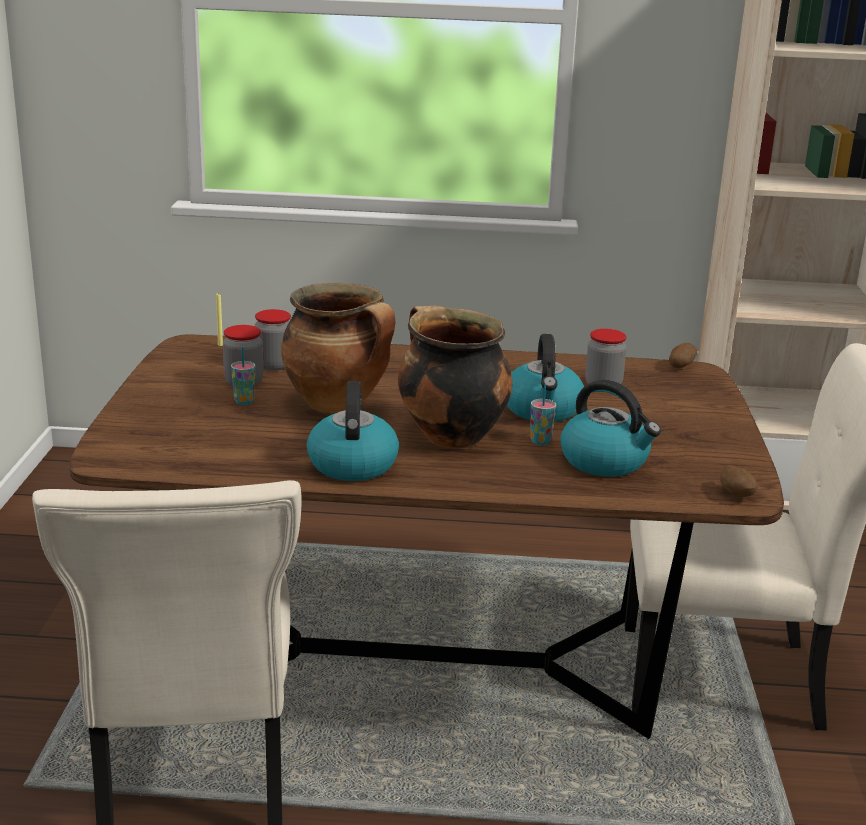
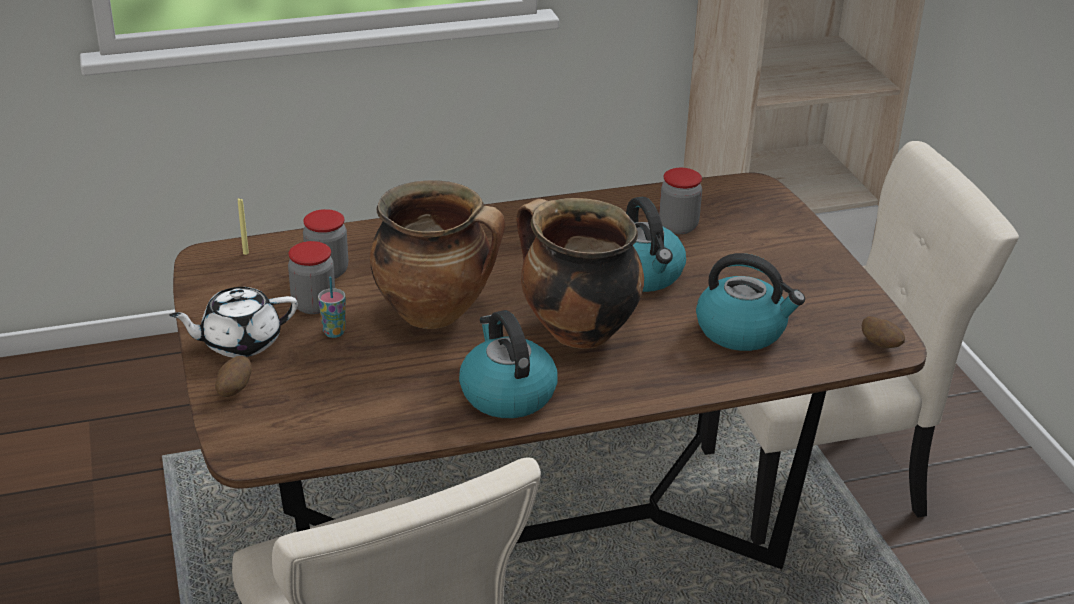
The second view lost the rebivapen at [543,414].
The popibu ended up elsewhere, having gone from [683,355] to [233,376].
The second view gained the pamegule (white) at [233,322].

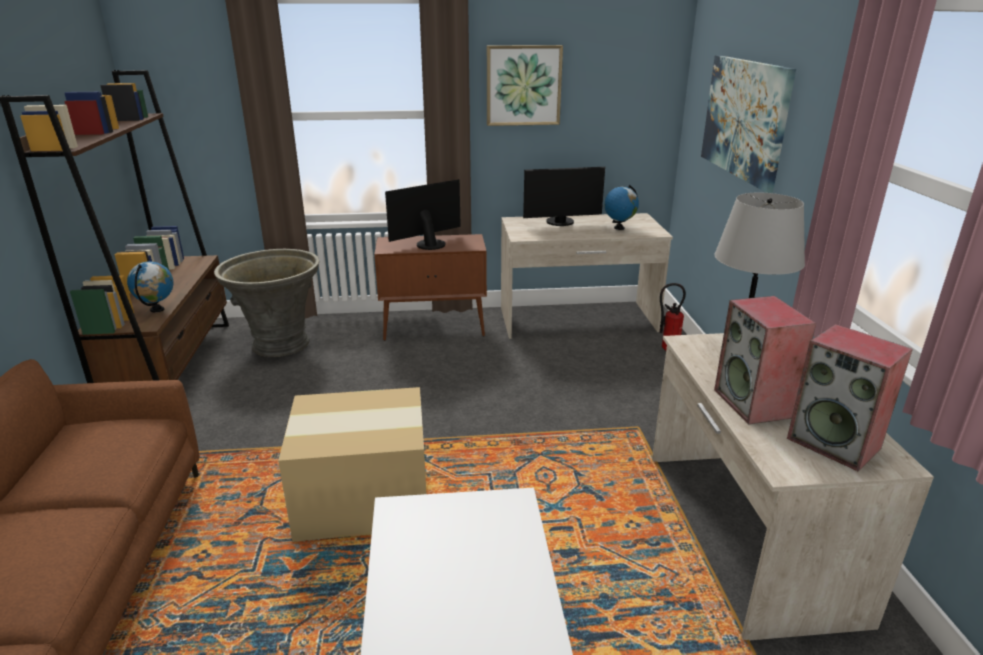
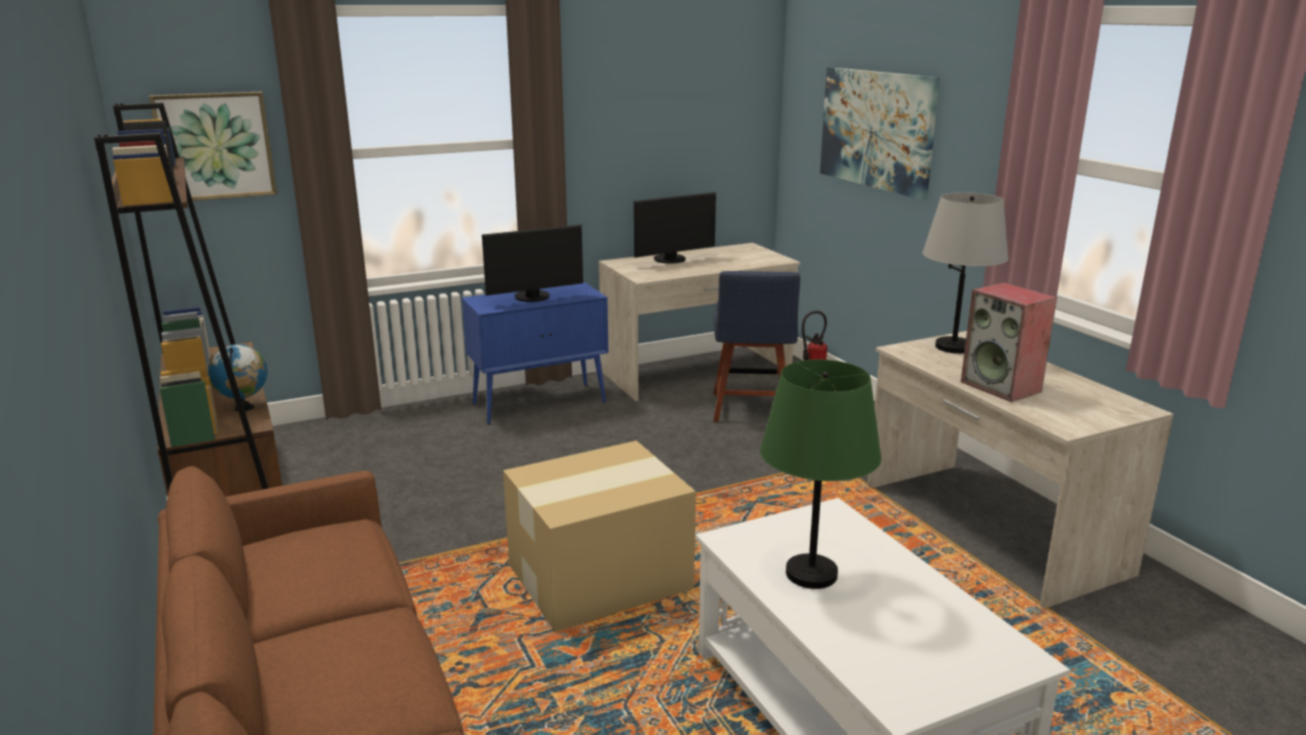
The second view lost the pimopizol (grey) at [266,303].
What was the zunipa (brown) at [430,287] turned into the zunipa (blue) at [535,353].
The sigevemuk at [423,214] ended up facing another way, 150 degrees counterclockwise from before.
The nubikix ended up elsewhere, having gone from [525,85] to [213,146].
The second view lost the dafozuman at [621,207].
The second view lost the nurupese at [850,398].
The second view gained the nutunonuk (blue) at [757,346].
The second view gained the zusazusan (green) at [820,474].

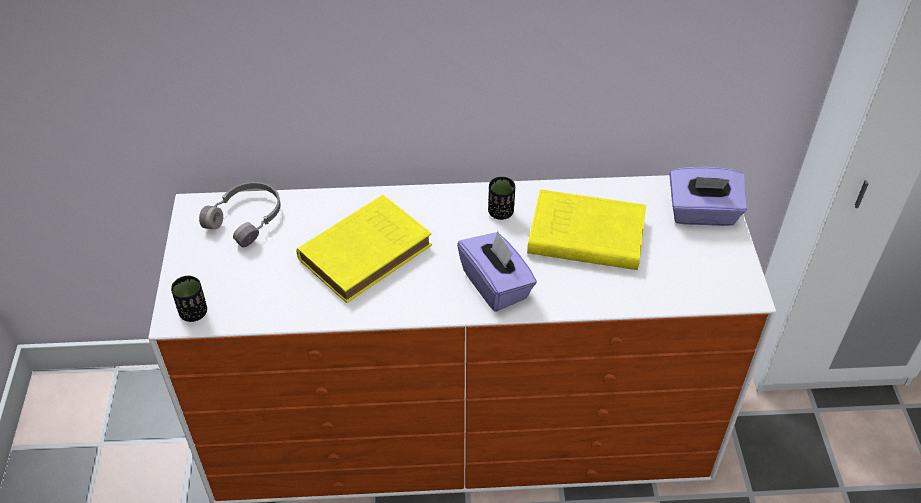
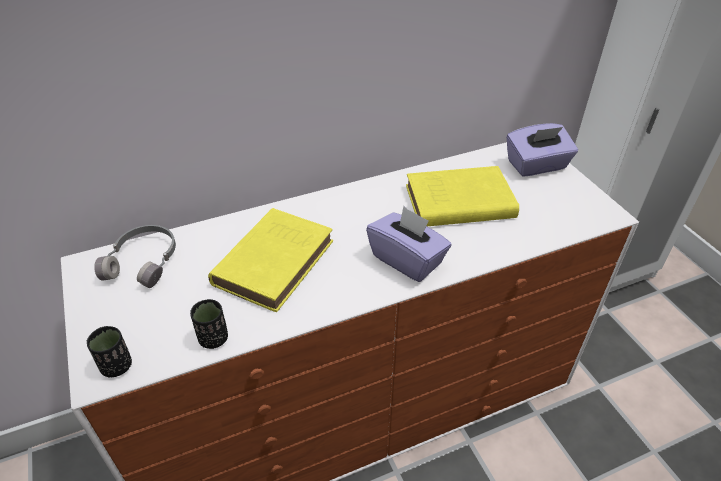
The rebivapen (black) ended up elsewhere, having gone from [501,198] to [209,324].

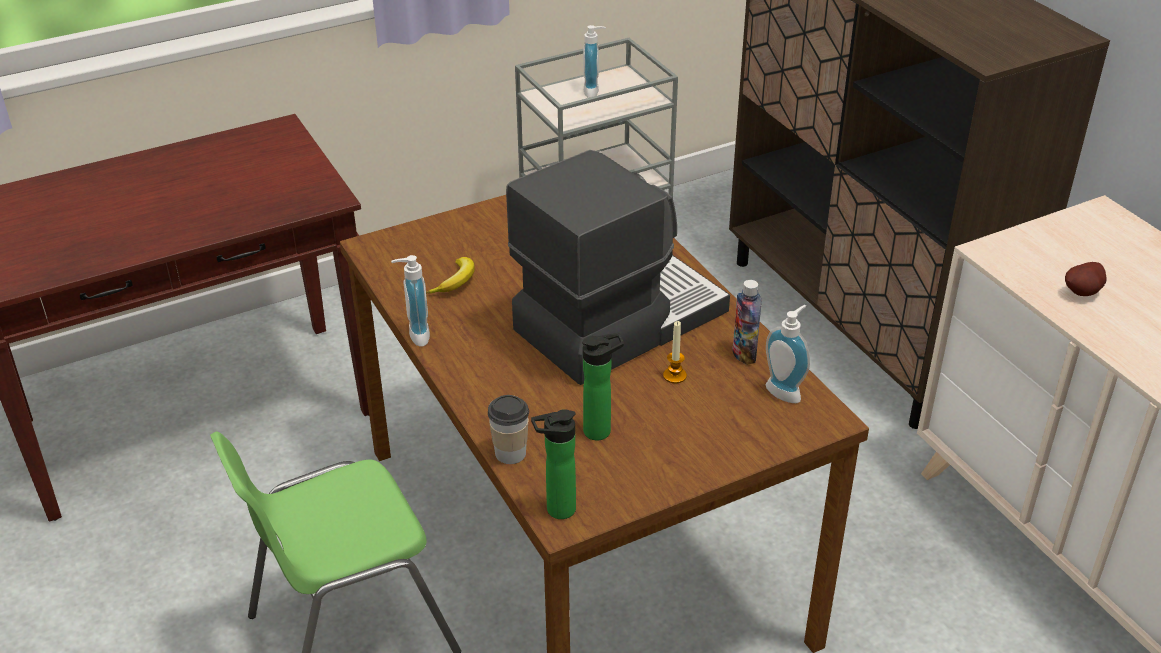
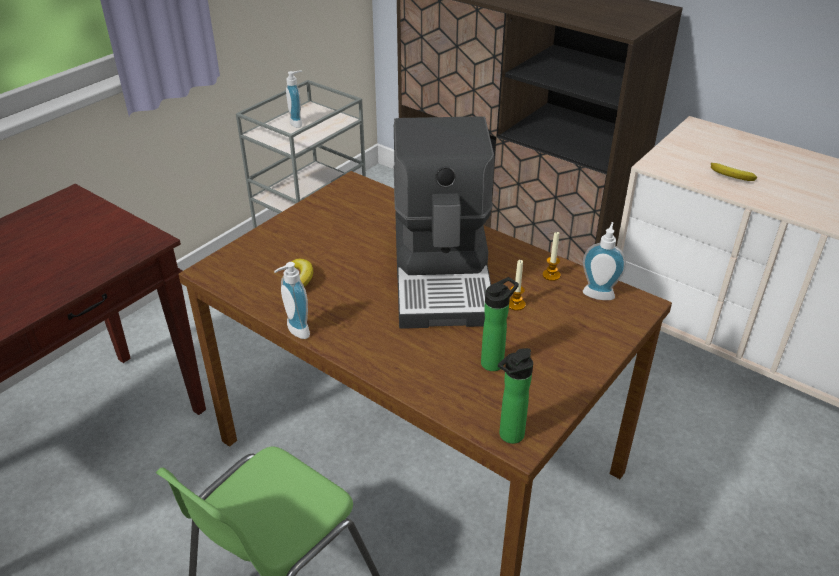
The second view lost the rebivapen at [508,429].
The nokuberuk at [618,267] ended up facing another way, 150 degrees clockwise from before.
Where the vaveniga stood at [747,322], the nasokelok came to stand at [552,256].
Where the popibu stood at [1086,279], the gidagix came to stand at [734,172].

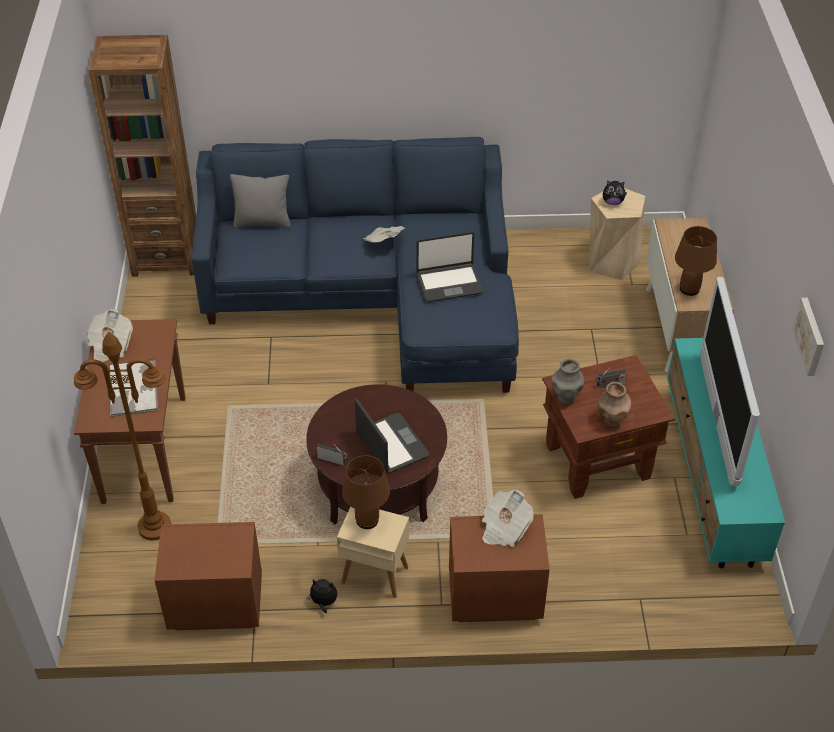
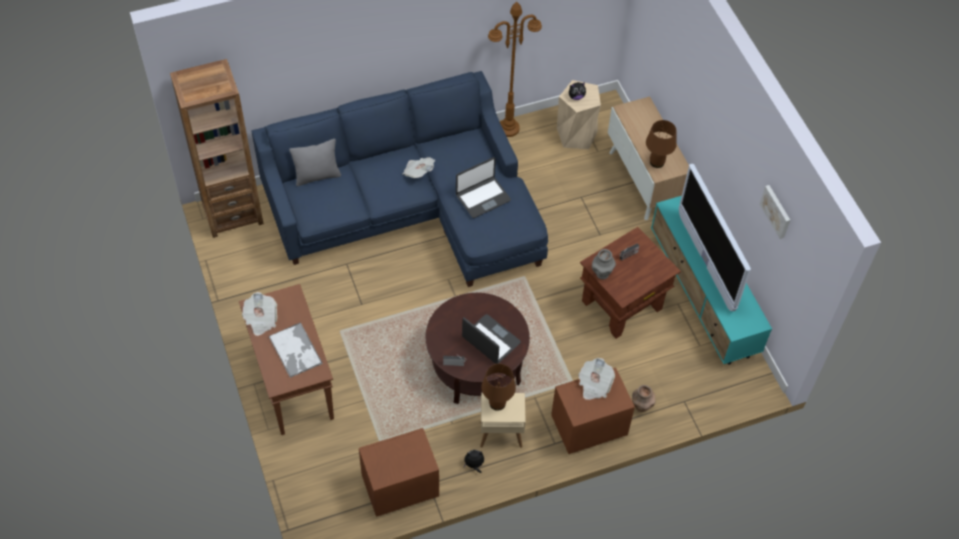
The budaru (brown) ended up elsewhere, having gone from [122,436] to [515,69].
The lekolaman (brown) ended up elsewhere, having gone from [614,404] to [644,398].

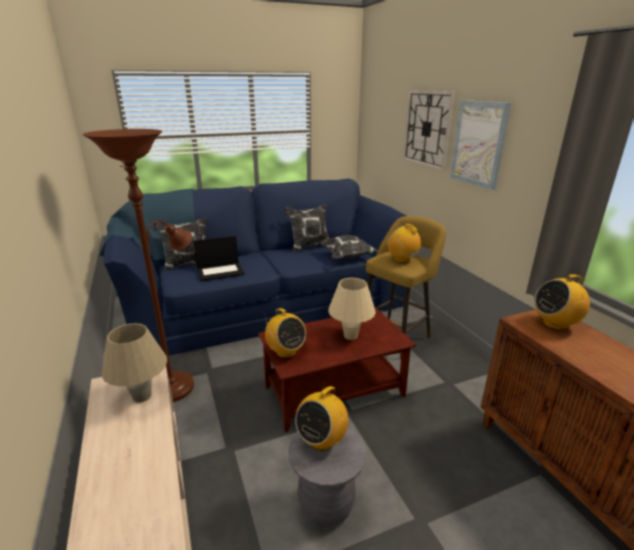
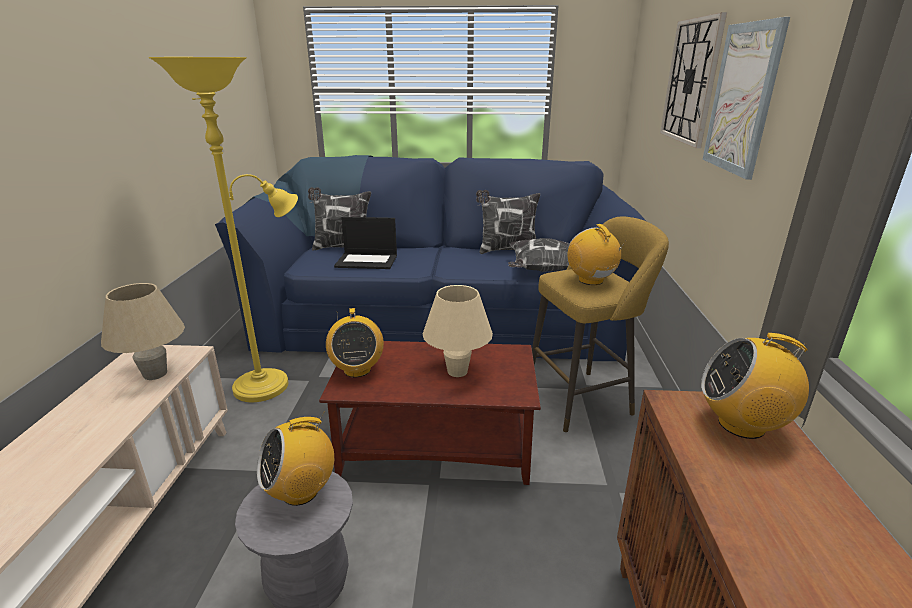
What was the budaru (brown) at [138,265] turned into the budaru (yellow) at [223,229].

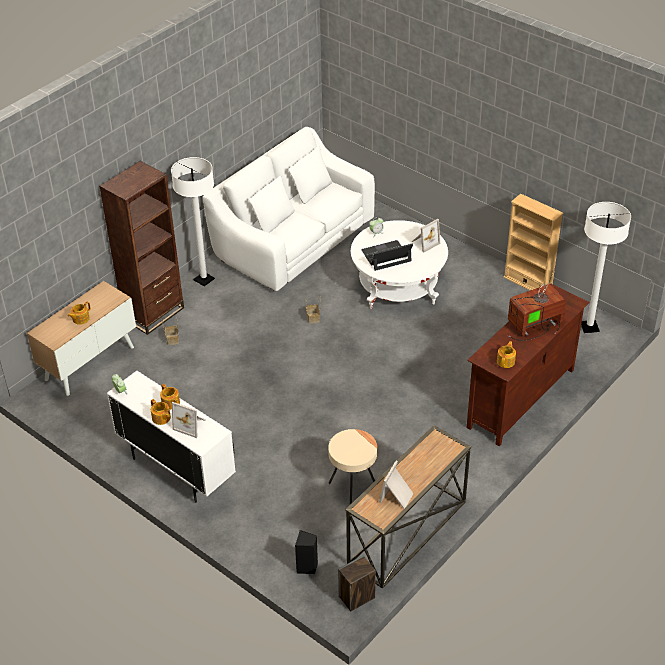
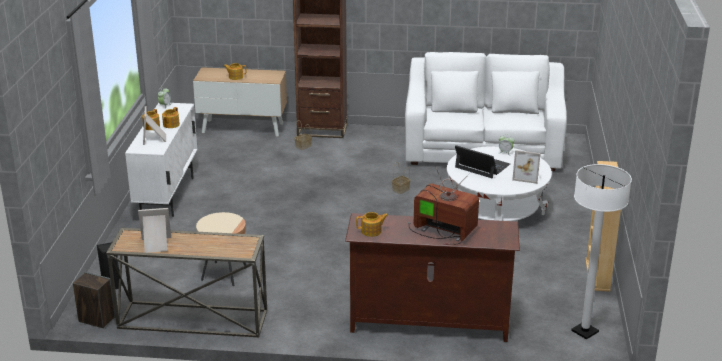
The second view lost the budaru (white) at [193,221].

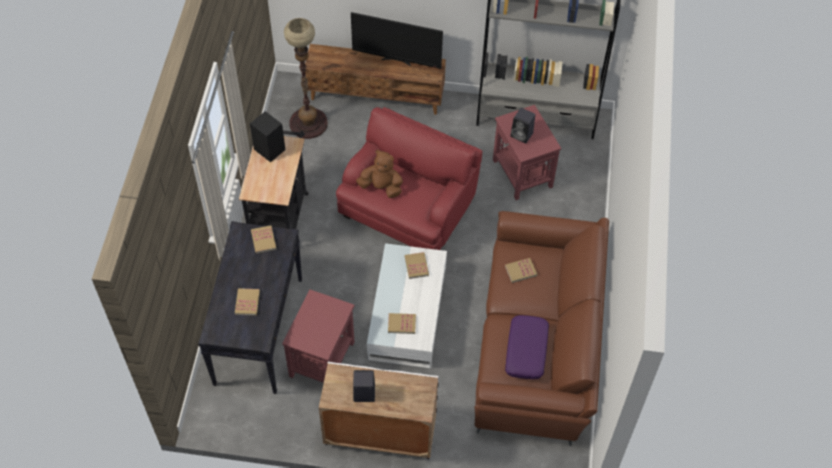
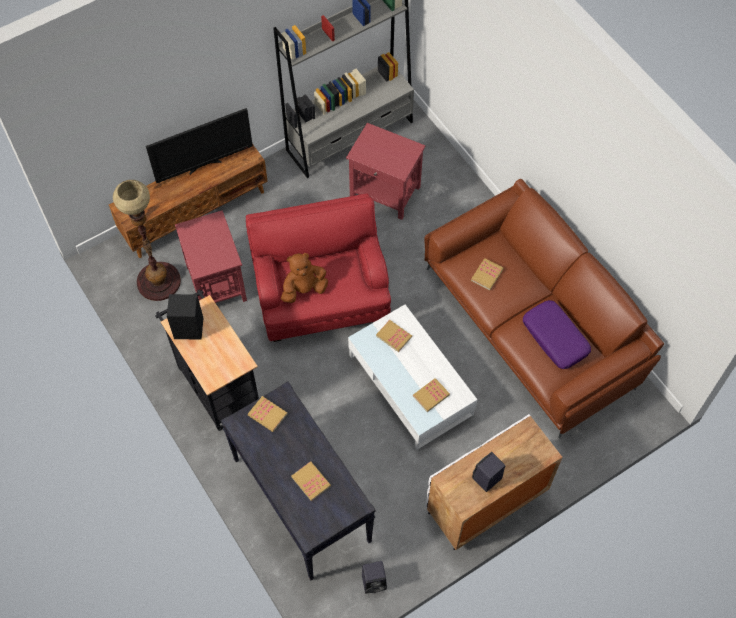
The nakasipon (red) ended up elsewhere, having gone from [318,336] to [211,256].
The nurupese (black) ended up elsewhere, having gone from [522,125] to [374,577].

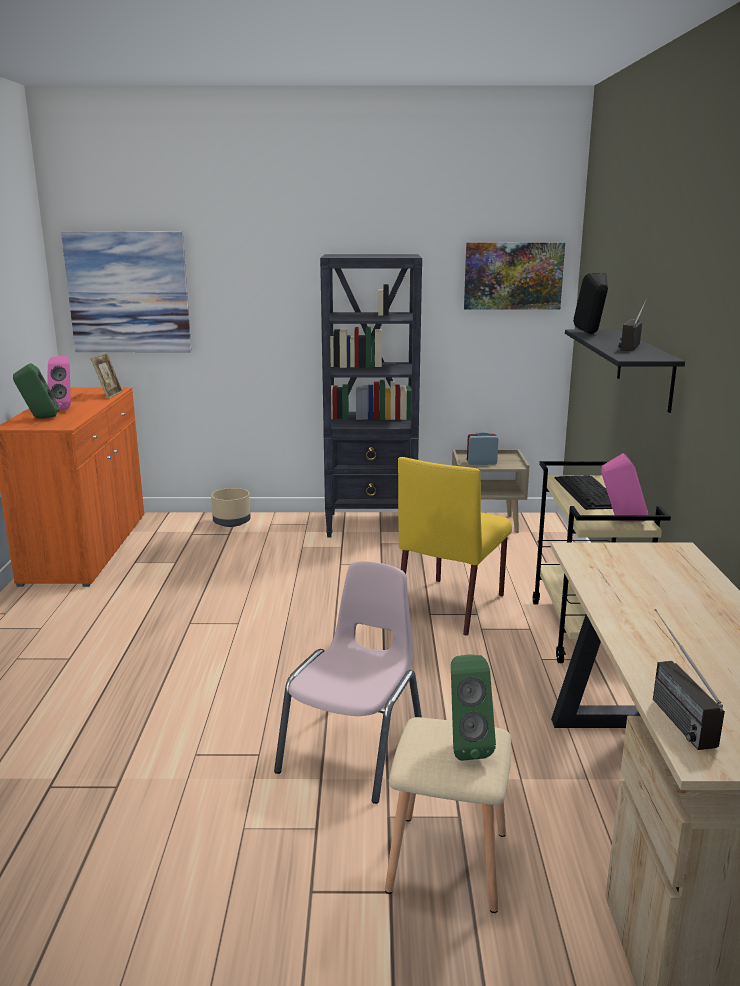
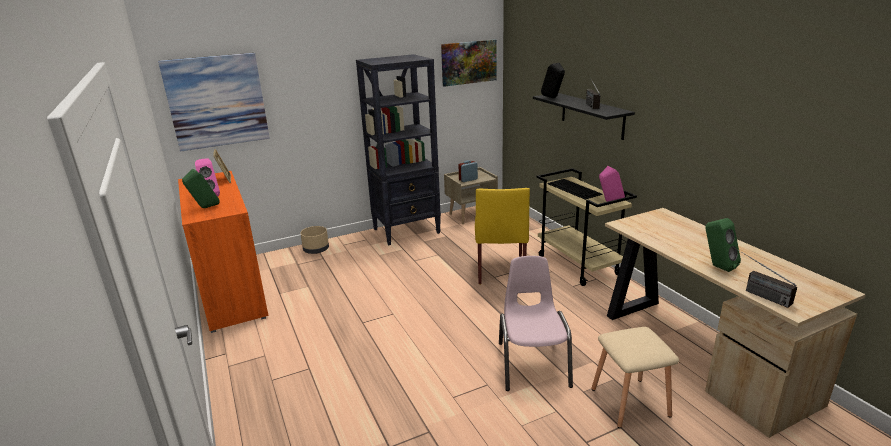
The nurupese (green) ended up elsewhere, having gone from [473,708] to [723,245].

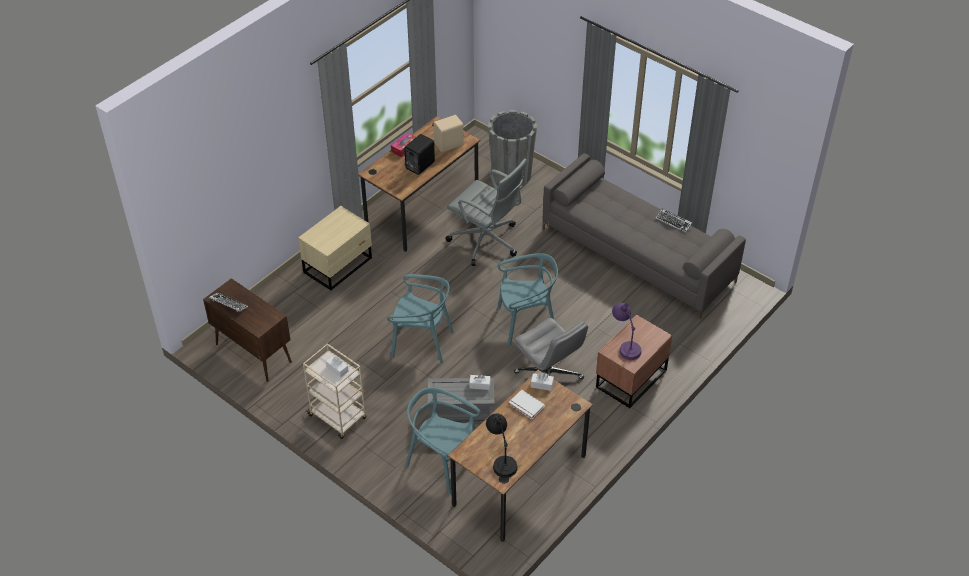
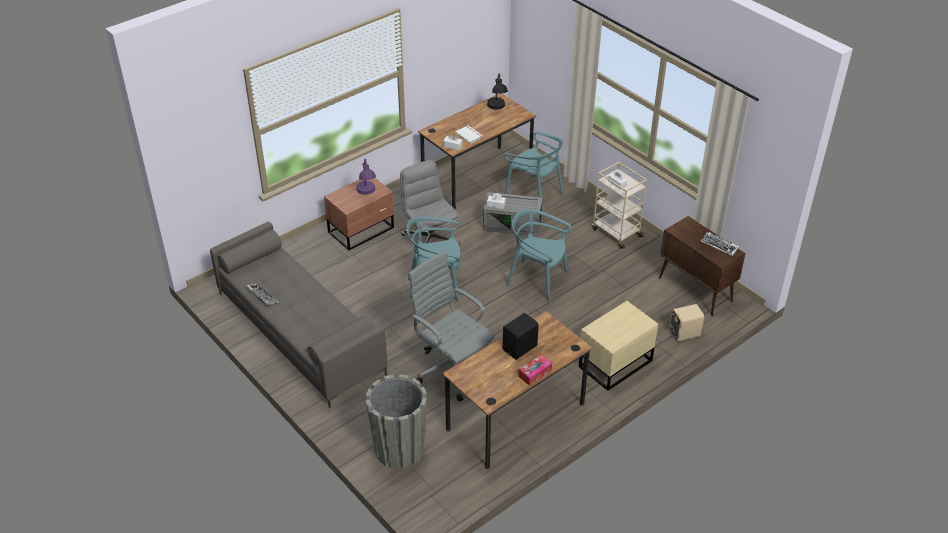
The nurupese (beige) ended up elsewhere, having gone from [448,134] to [686,323].

